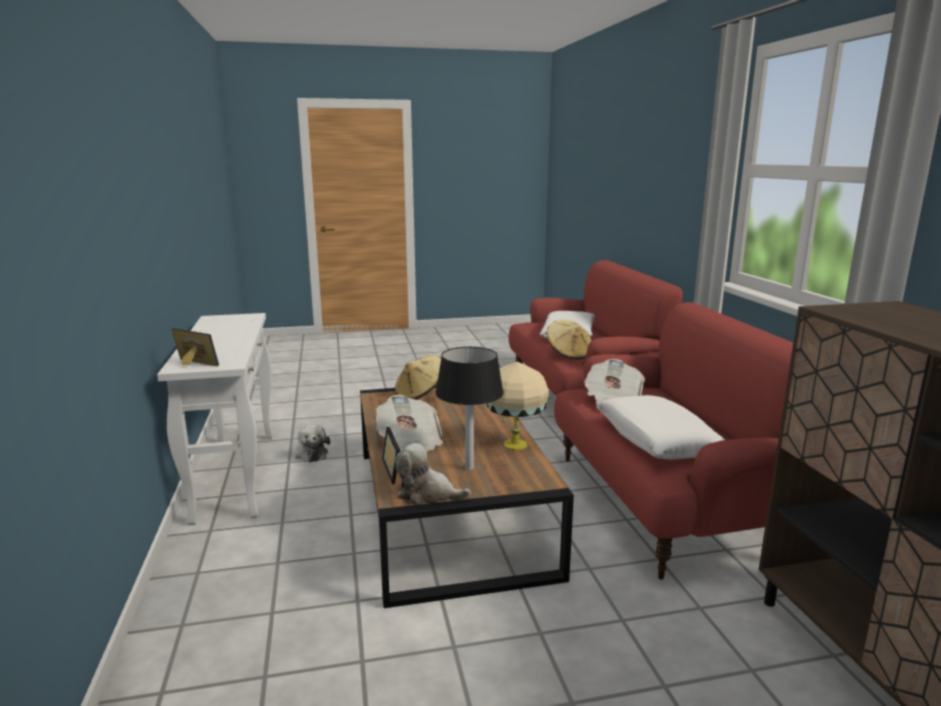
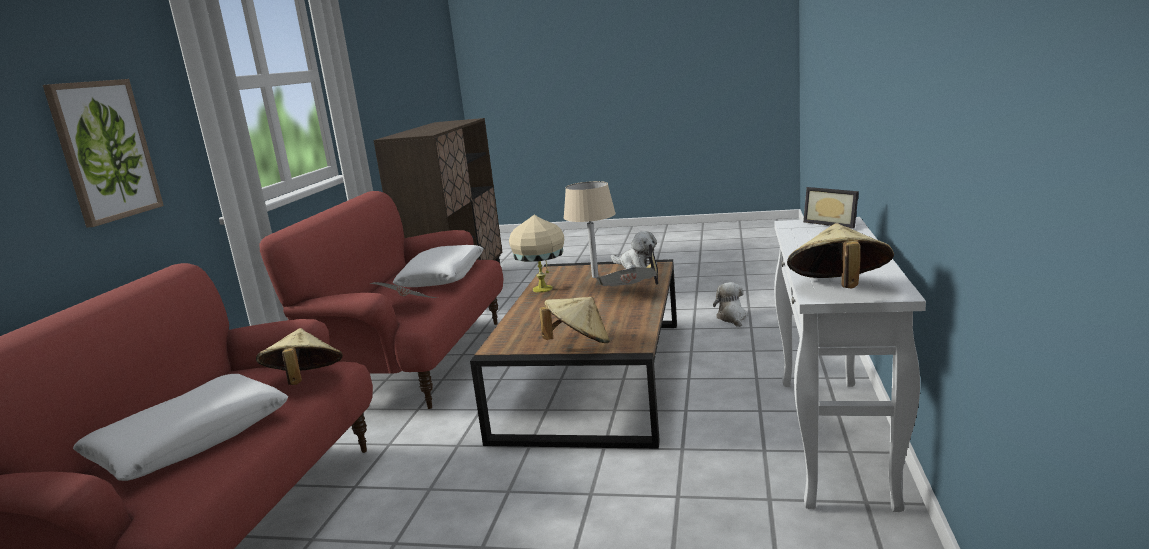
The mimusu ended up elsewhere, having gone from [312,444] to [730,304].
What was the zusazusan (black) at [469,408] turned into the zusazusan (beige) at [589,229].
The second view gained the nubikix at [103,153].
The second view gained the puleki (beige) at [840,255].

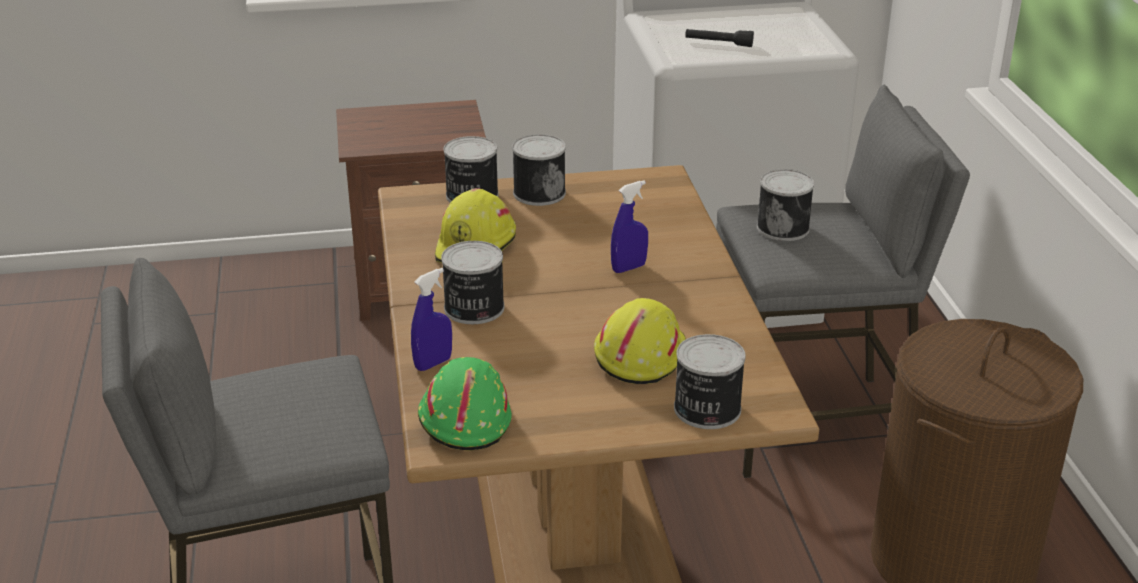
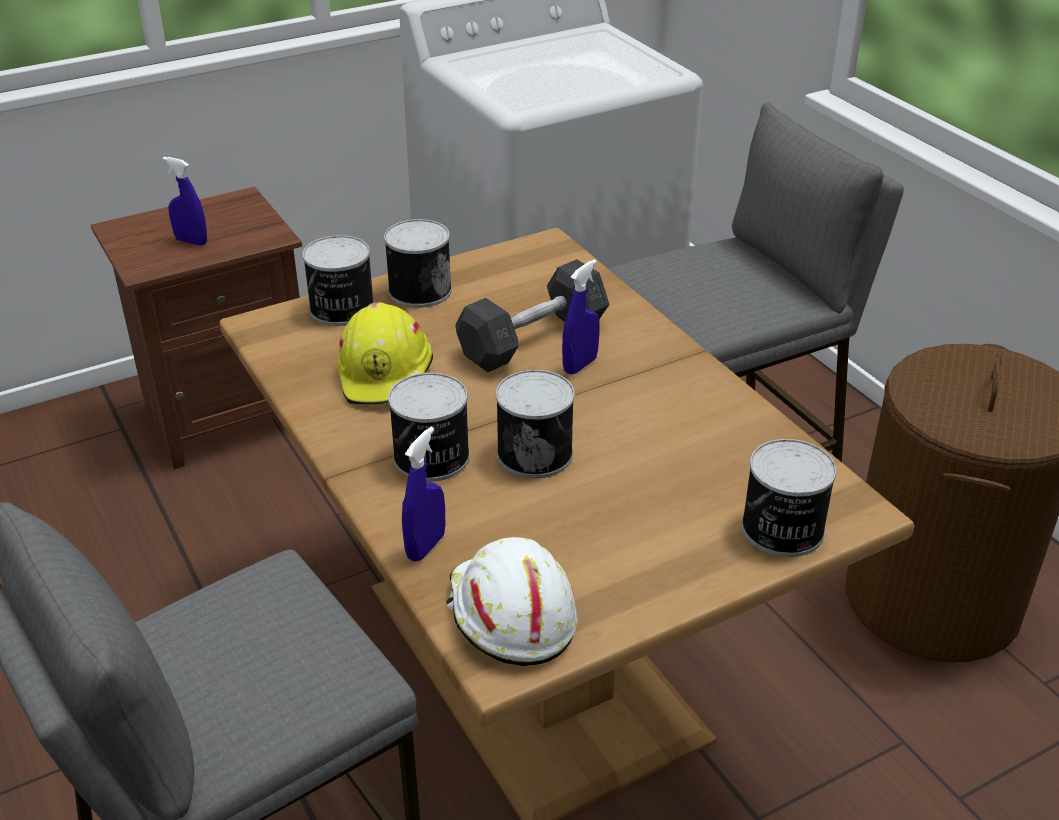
What was the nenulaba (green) at [465,403] turned into the nenulaba (white) at [511,601].
The second view lost the nenulaba (yellow) at [640,341].
The second view lost the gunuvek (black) at [719,38].
The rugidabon ended up elsewhere, having gone from [785,205] to [535,424].
The second view gained the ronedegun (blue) at [185,201].
The second view gained the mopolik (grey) at [532,315].

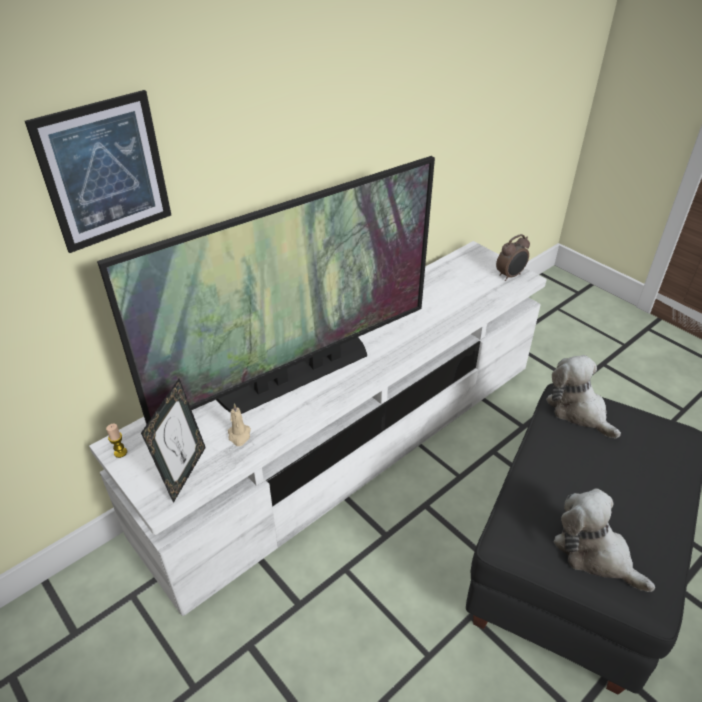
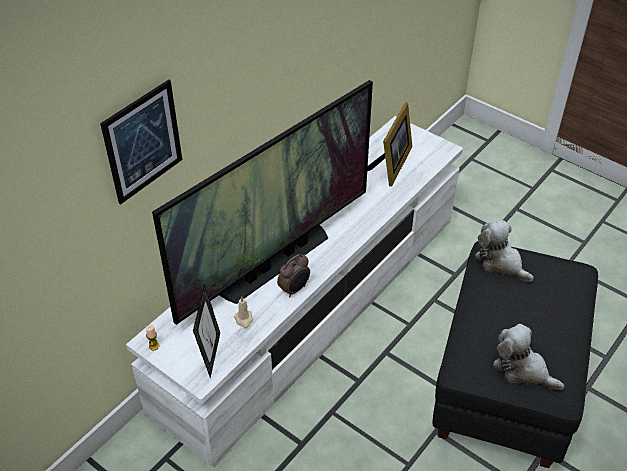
The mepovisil ended up elsewhere, having gone from [513,257] to [293,276].
The second view gained the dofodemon at [389,144].

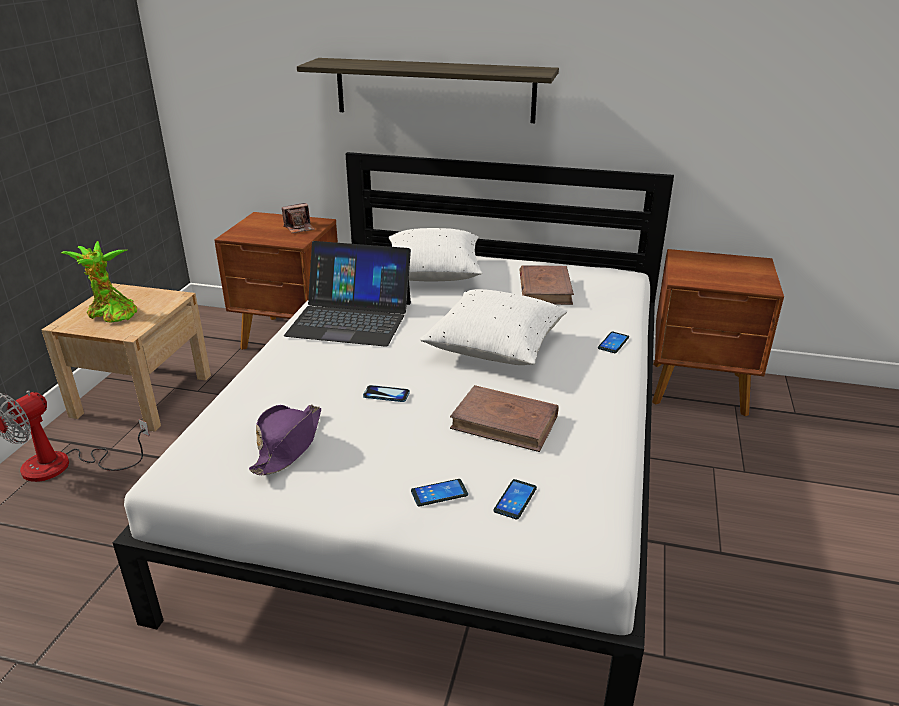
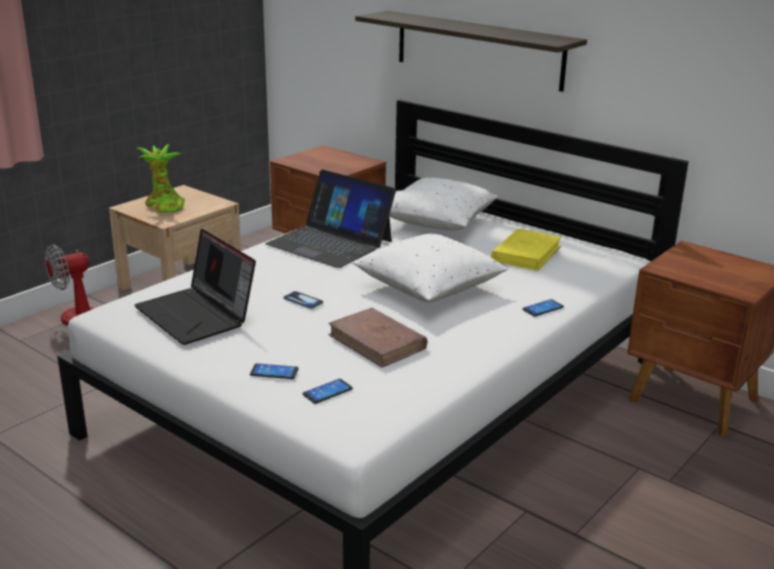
Where the puleki (purple) stood at [285,439], the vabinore came to stand at [195,287].
The second view lost the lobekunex at [298,218].
What was the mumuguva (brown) at [546,285] turned into the mumuguva (yellow) at [526,249].

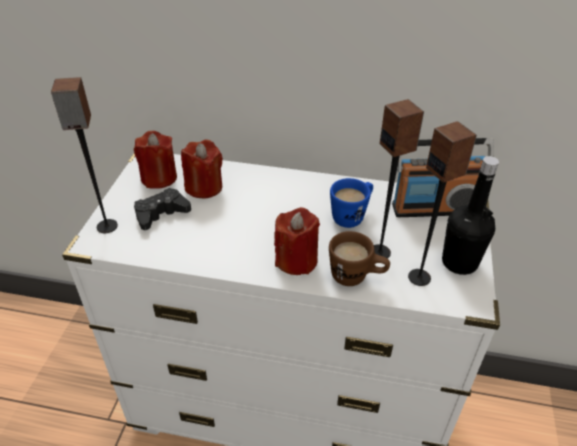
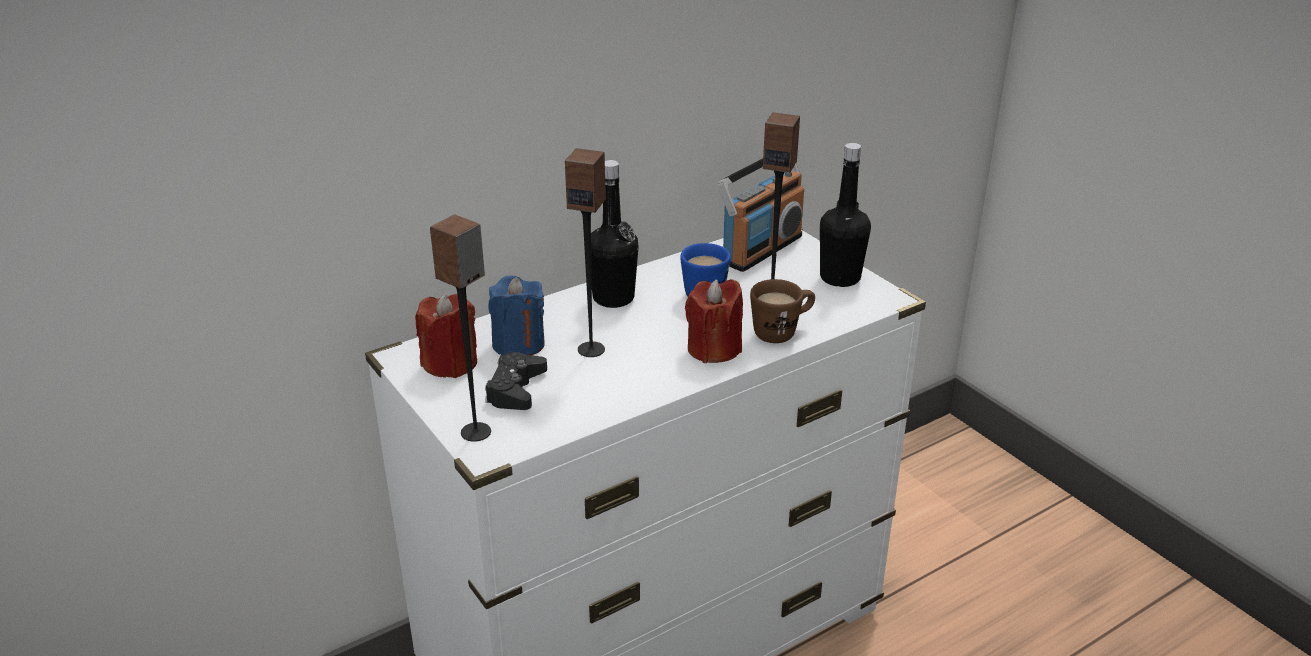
What was the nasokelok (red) at [202,168] turned into the nasokelok (blue) at [516,315].
The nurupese ended up elsewhere, having gone from [442,203] to [585,252].
The second view gained the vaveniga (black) at [615,234].

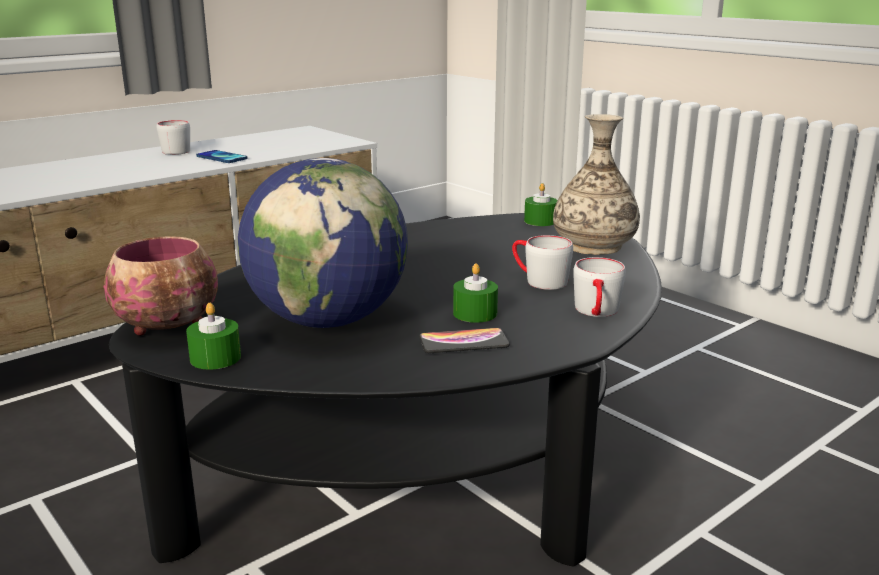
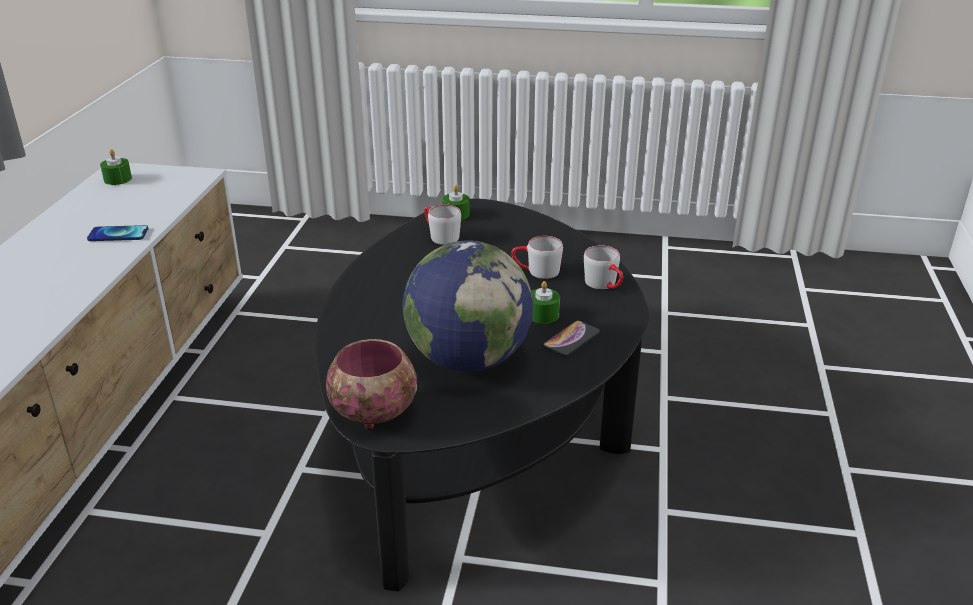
The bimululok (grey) ended up elsewhere, having gone from [173,137] to [442,225].
The nasokelok (green) ended up elsewhere, having gone from [213,336] to [116,167].
The second view lost the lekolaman at [596,184].

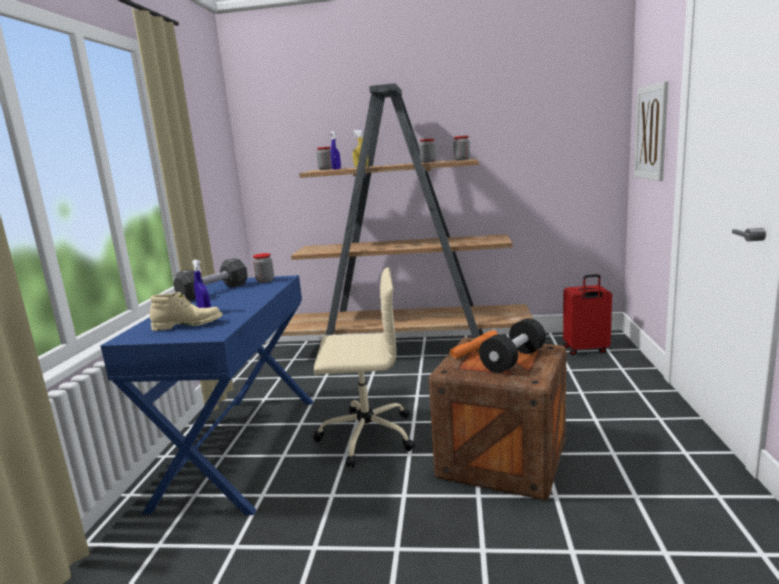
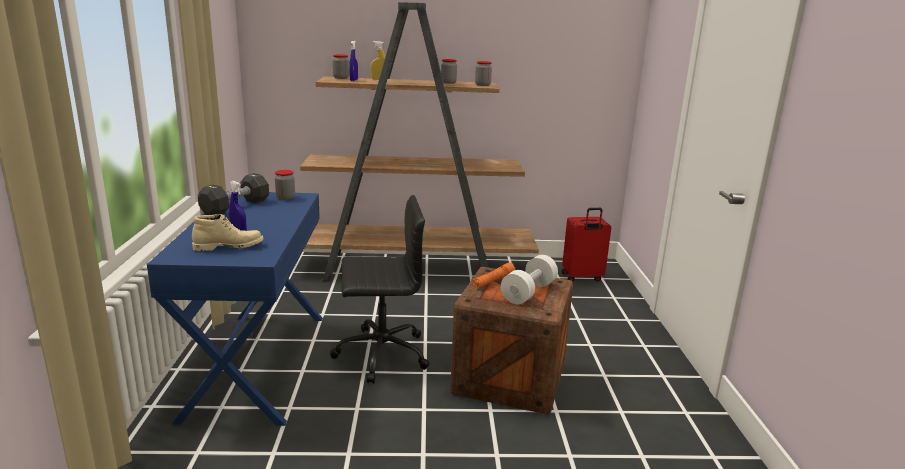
What was the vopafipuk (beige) at [364,367] turned into the vopafipuk (black) at [380,289].
What was the mopolik (black) at [512,345] turned into the mopolik (white) at [529,279].
The second view lost the nubikix at [651,131].

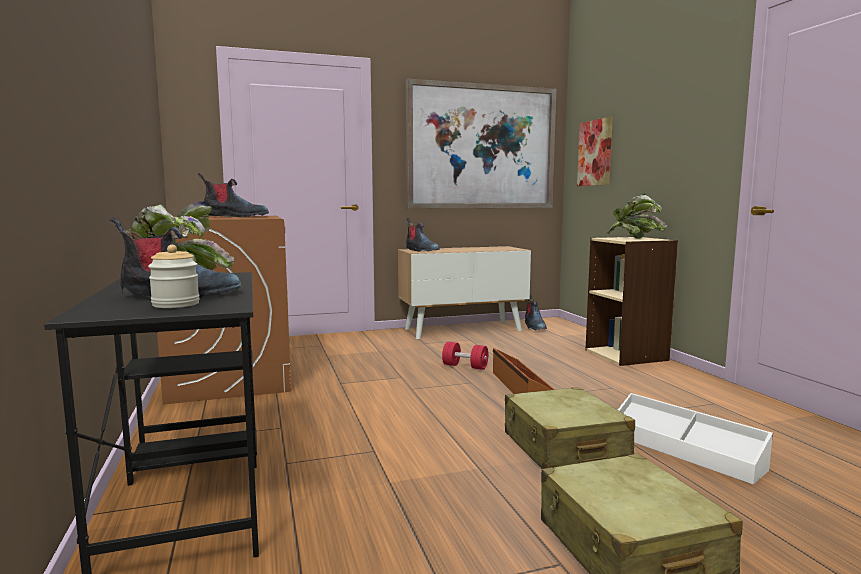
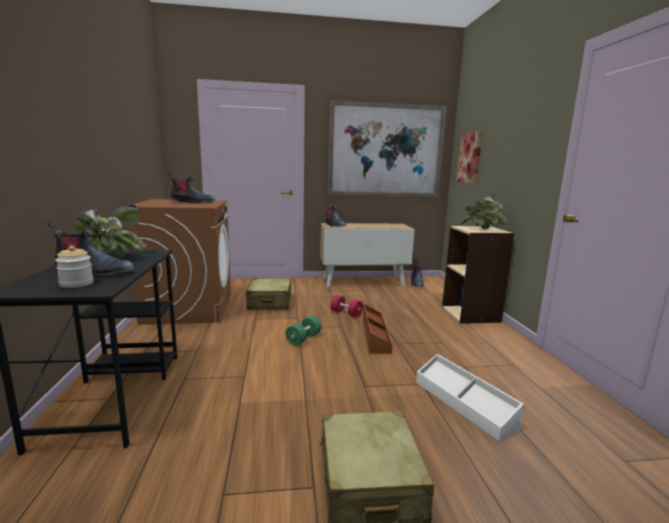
The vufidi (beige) ended up elsewhere, having gone from [570,428] to [268,294].
The second view gained the mopolik (green) at [304,331].

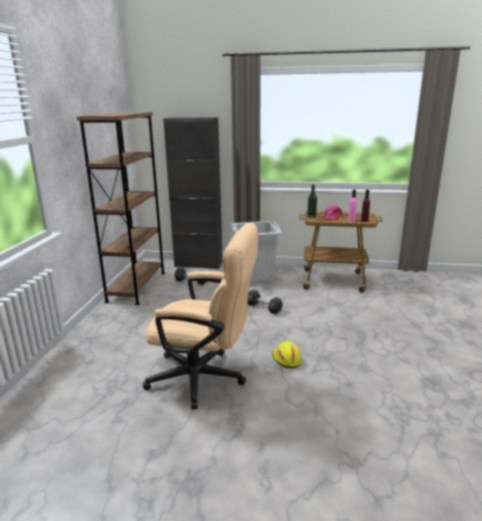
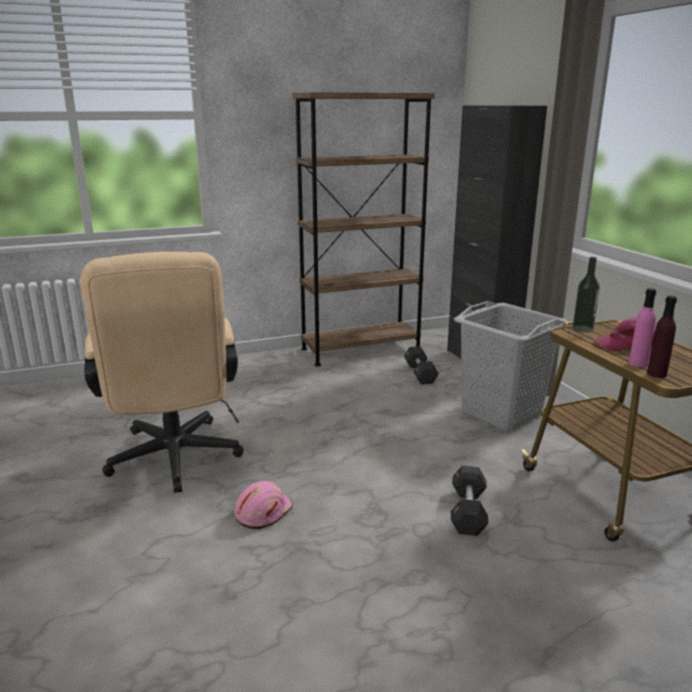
The mopolik (black) ended up elsewhere, having gone from [265,301] to [469,501].
What was the nenulaba (yellow) at [287,354] turned into the nenulaba (pink) at [263,505].

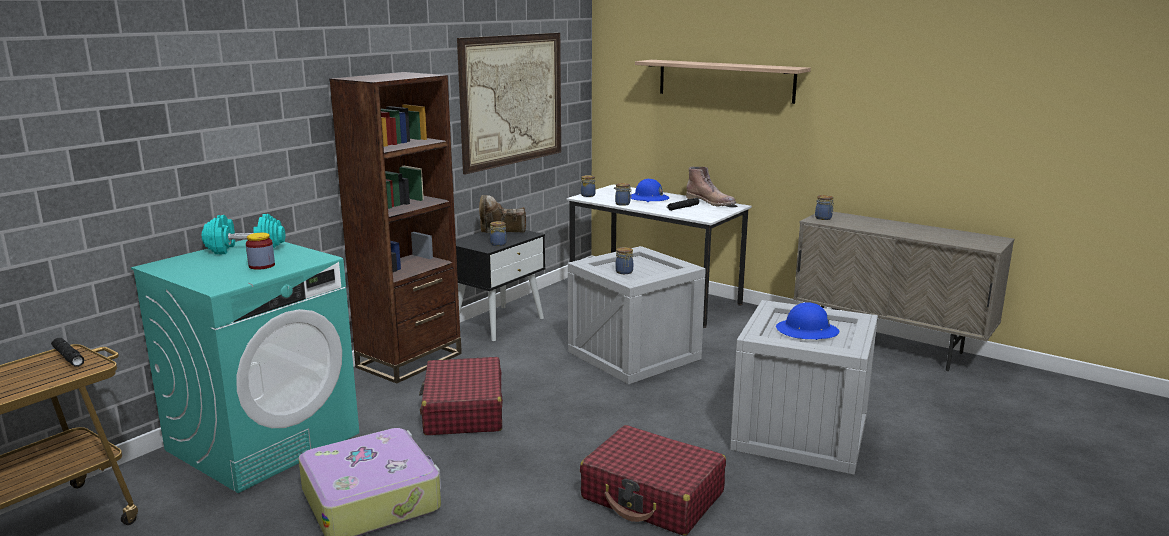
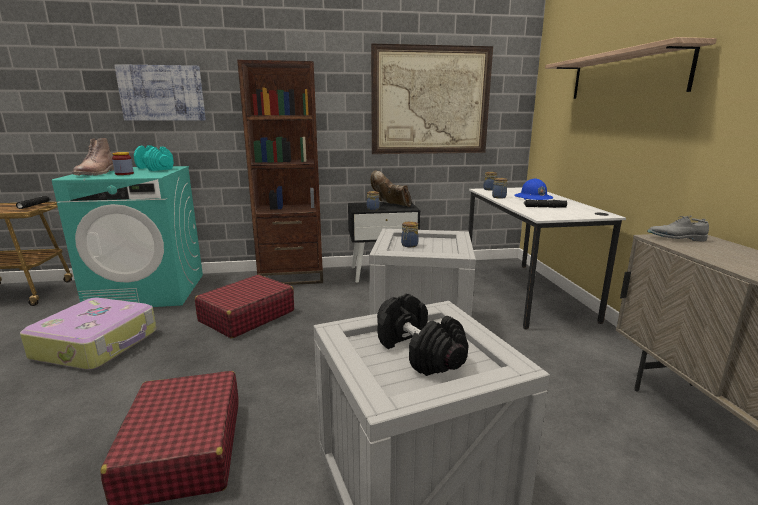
The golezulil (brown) ended up elsewhere, having gone from [711,187] to [93,157].
Where the nenulaba (blue) stood at [807,321], the mopolik (black) came to stand at [422,334].
Where the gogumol stood at [824,207], the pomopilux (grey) came to stand at [678,228].
The second view gained the nubikix at [160,92].

